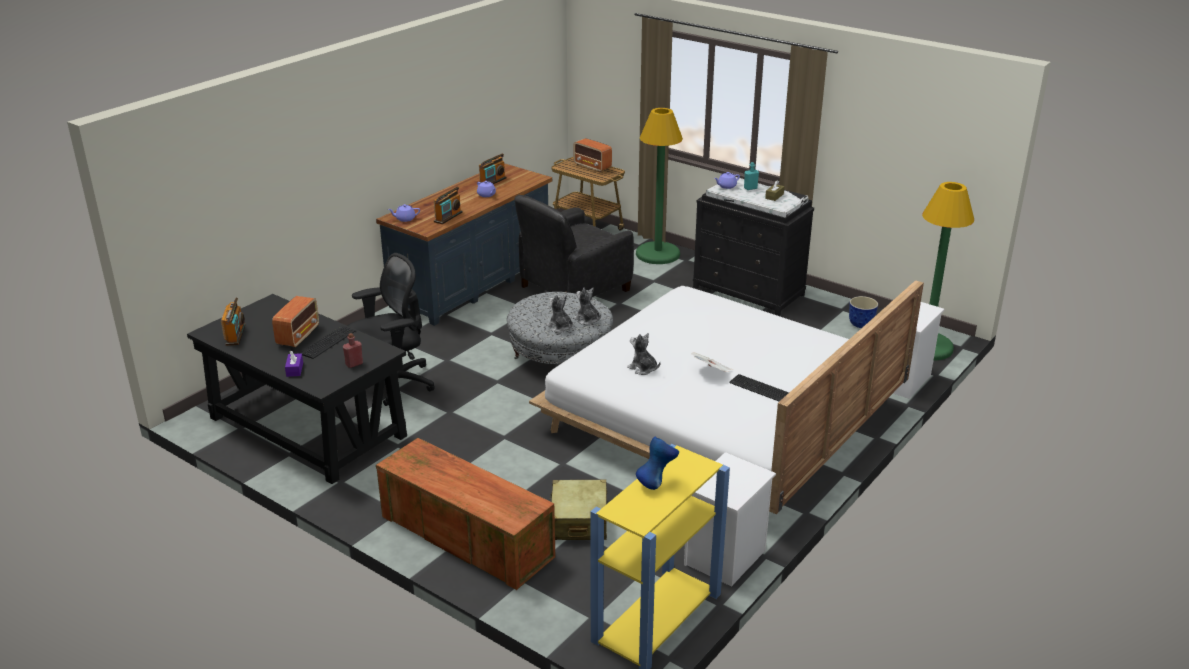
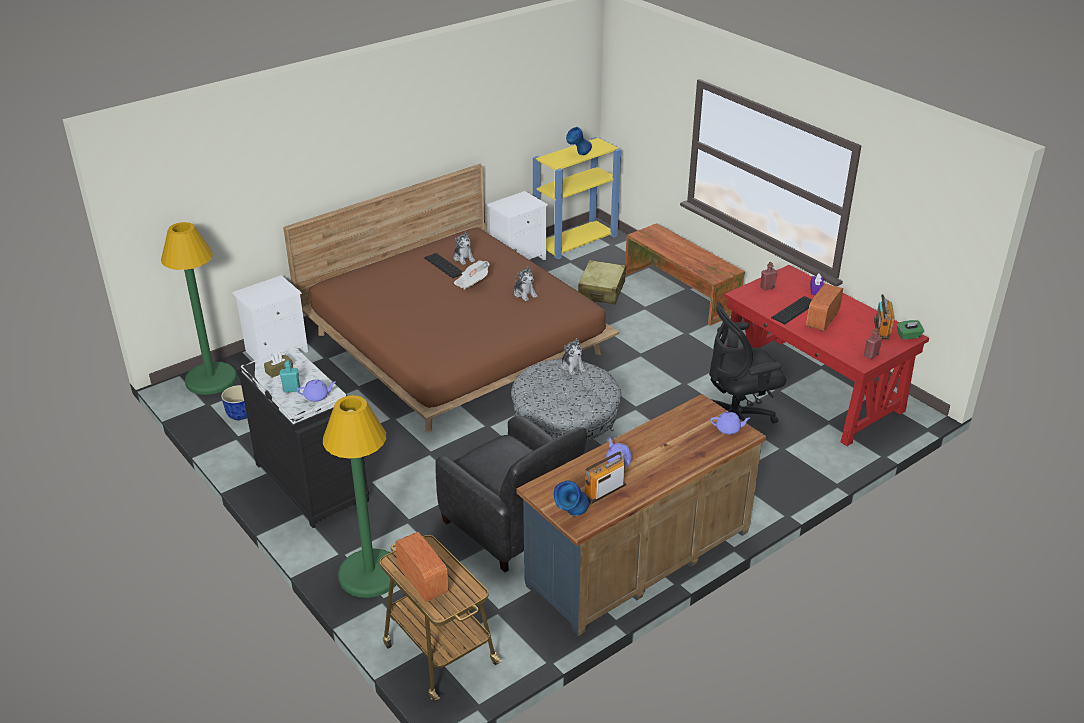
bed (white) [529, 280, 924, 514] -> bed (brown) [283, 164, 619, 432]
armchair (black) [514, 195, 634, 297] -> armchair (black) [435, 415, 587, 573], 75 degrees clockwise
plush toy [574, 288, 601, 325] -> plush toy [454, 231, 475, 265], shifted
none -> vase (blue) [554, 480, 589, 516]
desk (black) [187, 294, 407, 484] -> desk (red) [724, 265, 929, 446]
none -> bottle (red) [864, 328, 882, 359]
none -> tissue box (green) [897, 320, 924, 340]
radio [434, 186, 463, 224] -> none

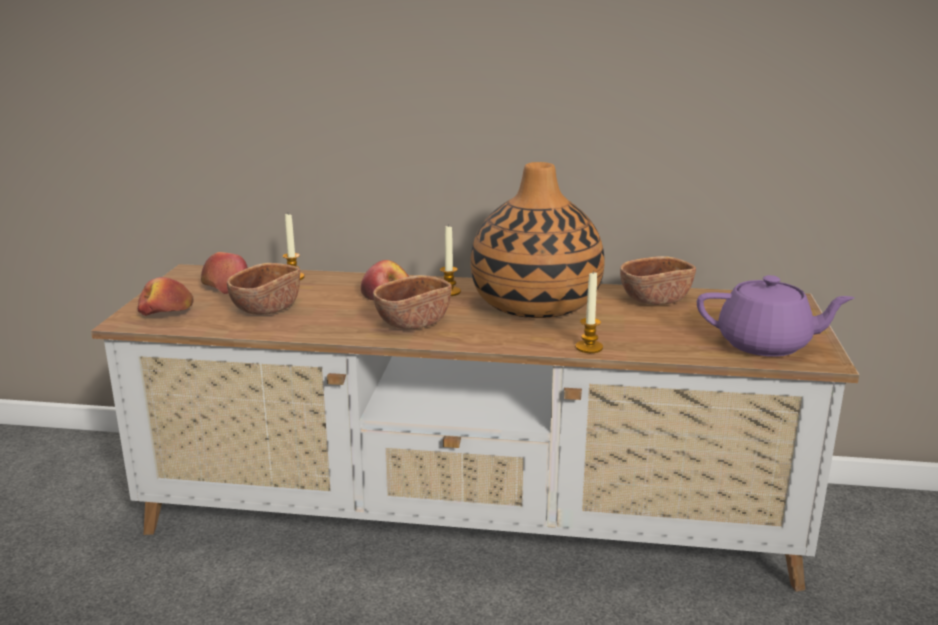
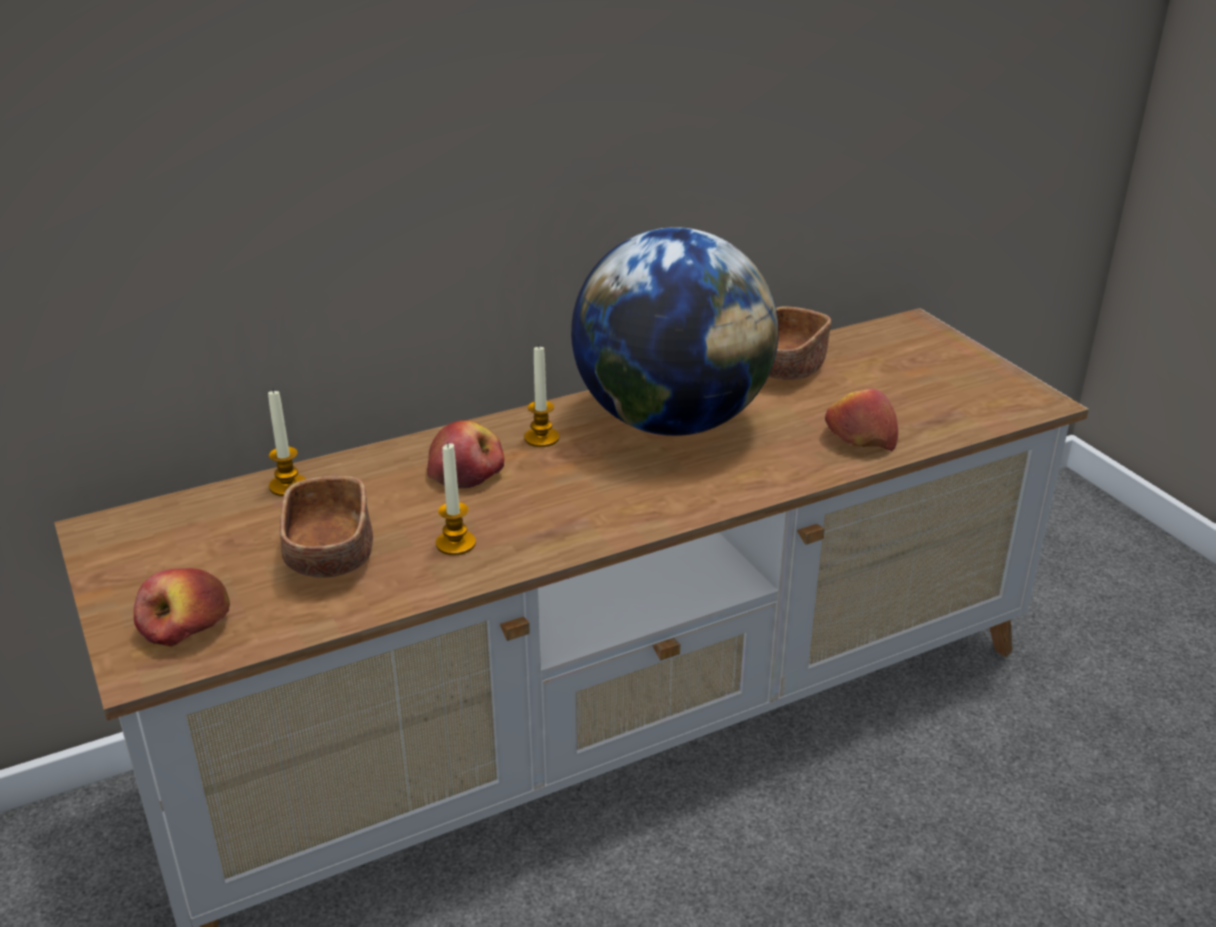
candle [575, 270, 603, 353] -> candle [436, 443, 476, 556], shifted
vase [471, 162, 605, 318] -> globe [571, 227, 779, 436]
apple [201, 252, 248, 294] -> apple [825, 389, 898, 451], shifted
bowl (brown) [373, 275, 452, 329] -> none
teapot (purple) [697, 275, 854, 357] -> none

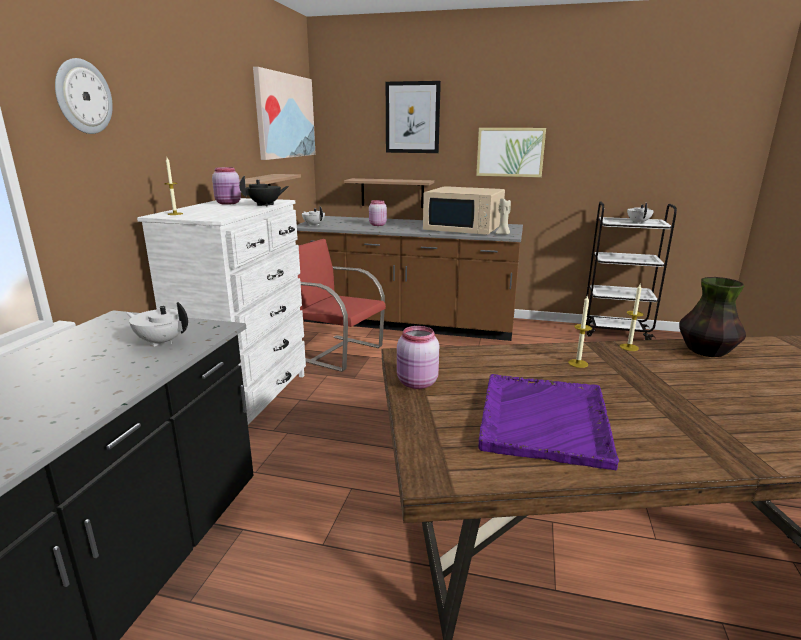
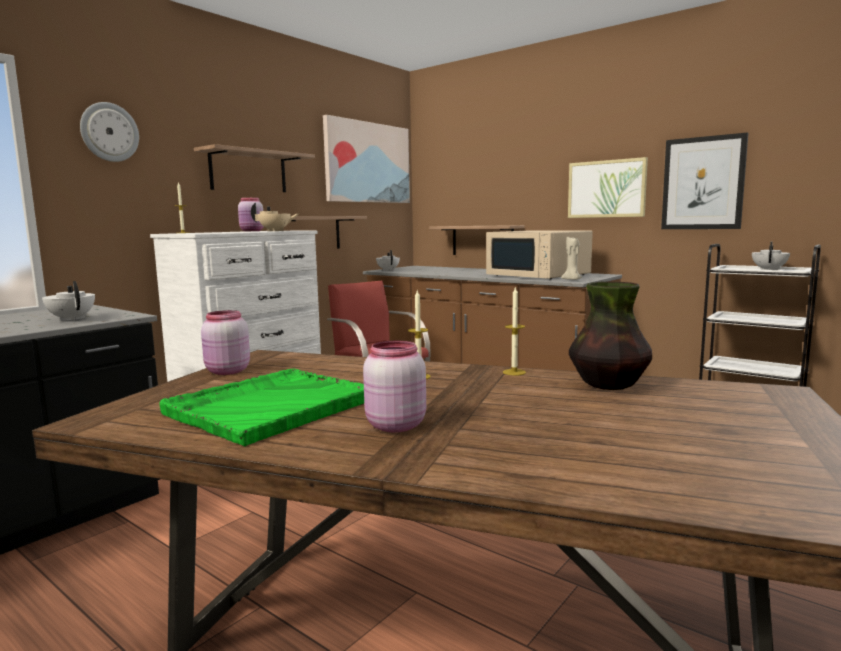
tray (purple) [478, 374, 619, 471] -> tray (green) [159, 369, 364, 446]
none -> shelf [194, 144, 315, 192]
teapot (black) [239, 176, 289, 206] -> teapot (beige) [251, 202, 299, 231]
jar (pink) [369, 200, 387, 226] -> jar (pink) [363, 341, 426, 432], shifted
picture [386, 81, 441, 153] -> picture [661, 132, 748, 229], shifted

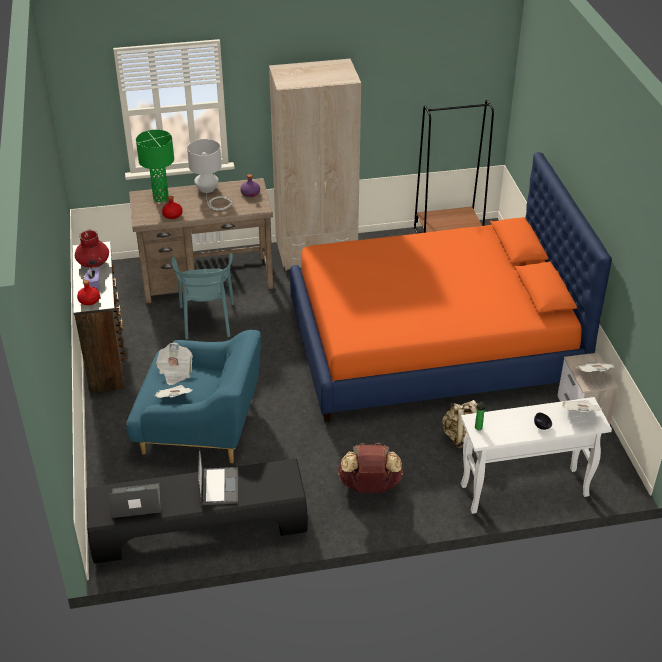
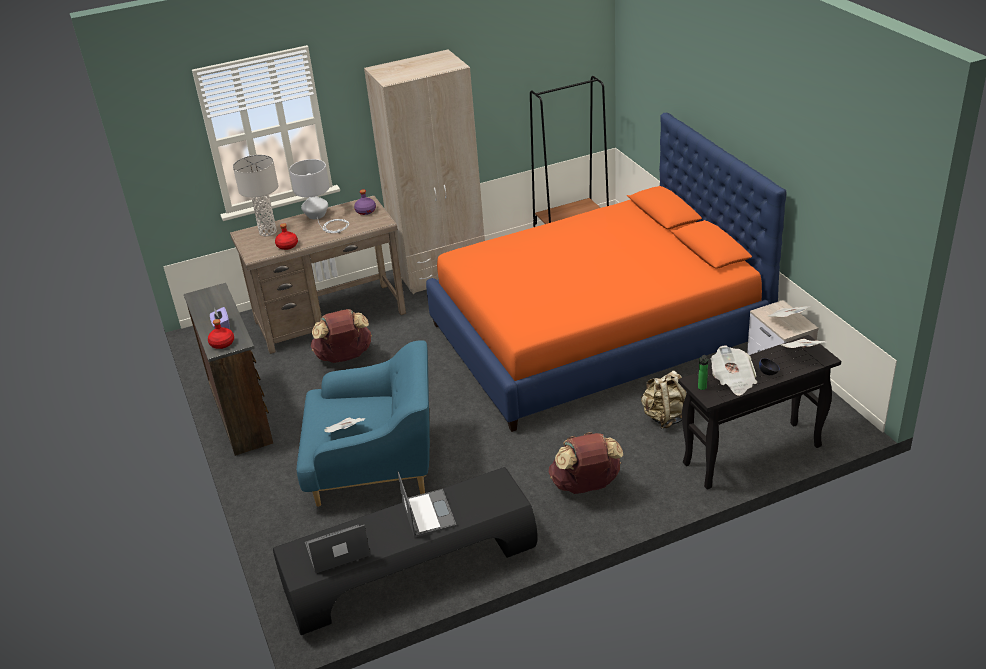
table lamp (green) [136, 130, 174, 202] -> table lamp (white) [233, 155, 278, 236]
chair (turquoise) [172, 253, 234, 340] -> backpack (brown) [311, 309, 372, 363]
console table (white) [461, 397, 612, 514] -> console table (black) [678, 335, 841, 490]
newspaper [156, 343, 193, 385] -> newspaper [711, 345, 758, 396], shifted
vase (red) [75, 229, 109, 268] -> none

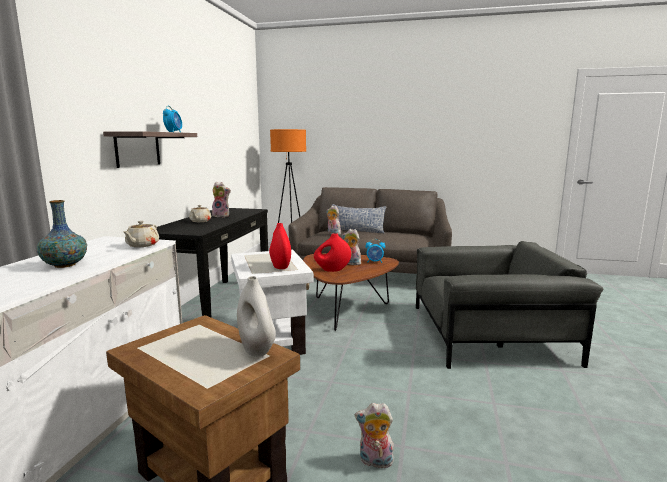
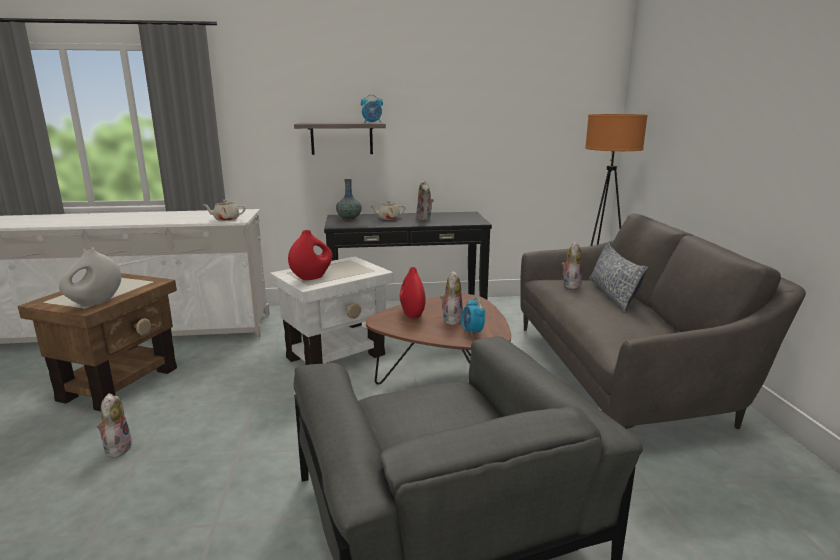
vase [37, 200, 87, 268] -> vase [336, 179, 362, 220], shifted

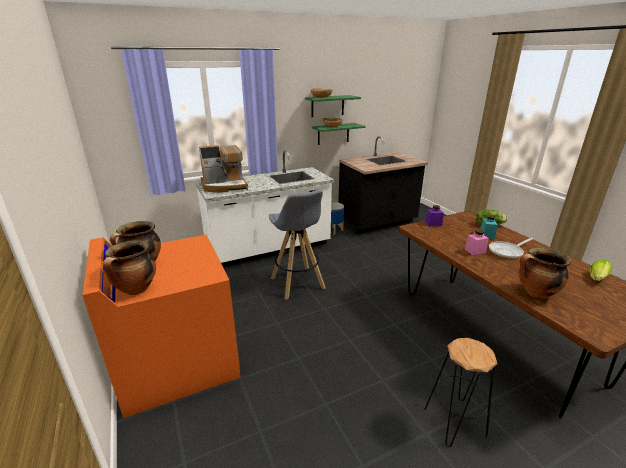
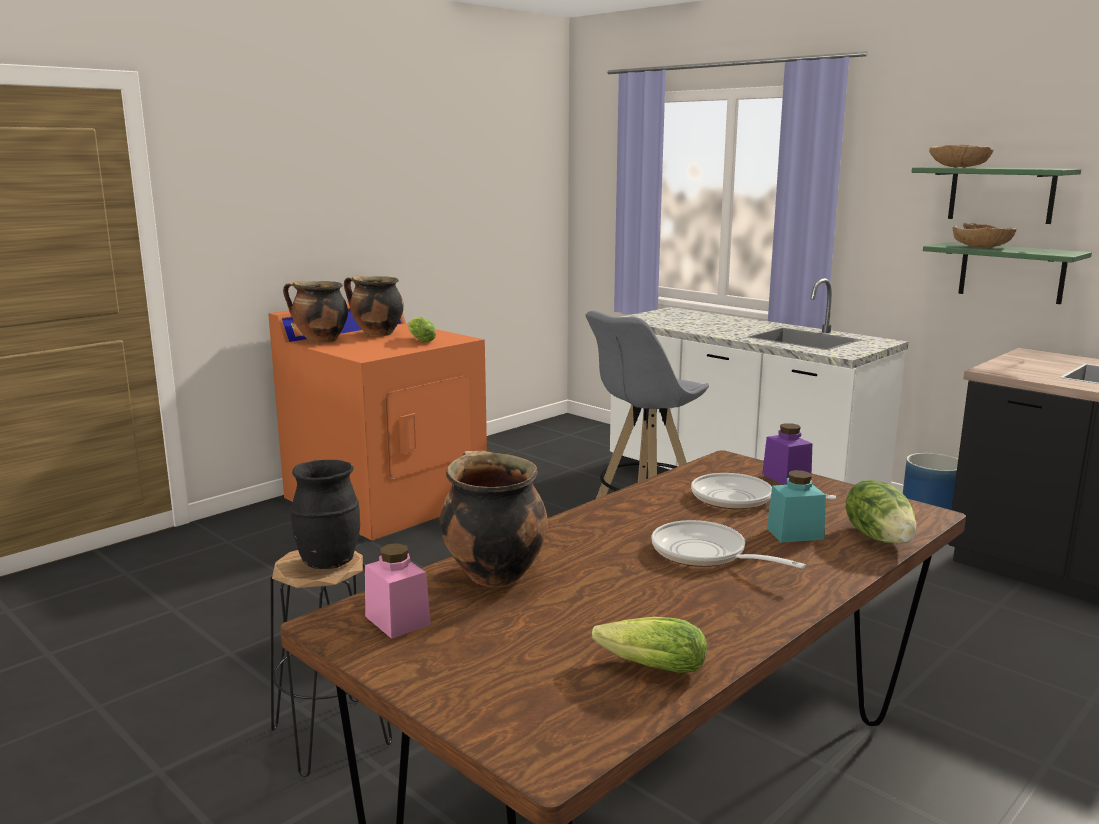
none -> vase (black) [290, 460, 360, 569]
jar (pink) [465, 230, 489, 255] -> jar (pink) [365, 543, 431, 639], shifted
none -> lettuce [408, 317, 436, 342]
none -> frying pan [691, 473, 836, 509]
coffee machine [199, 145, 248, 193] -> none

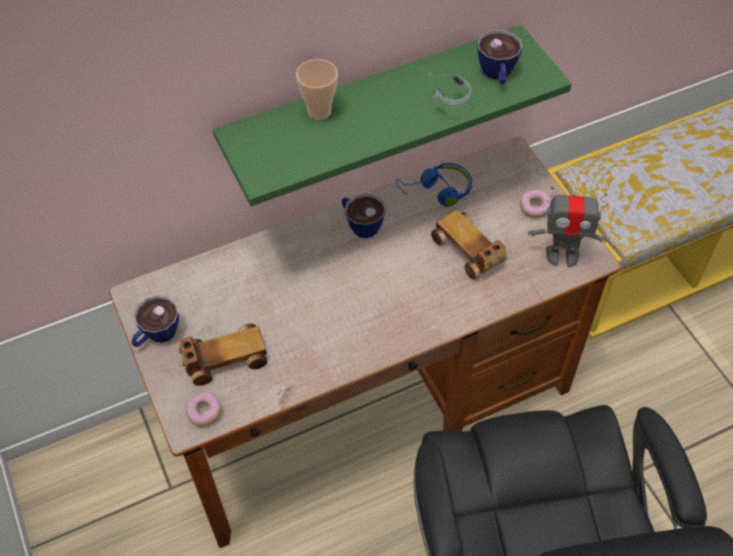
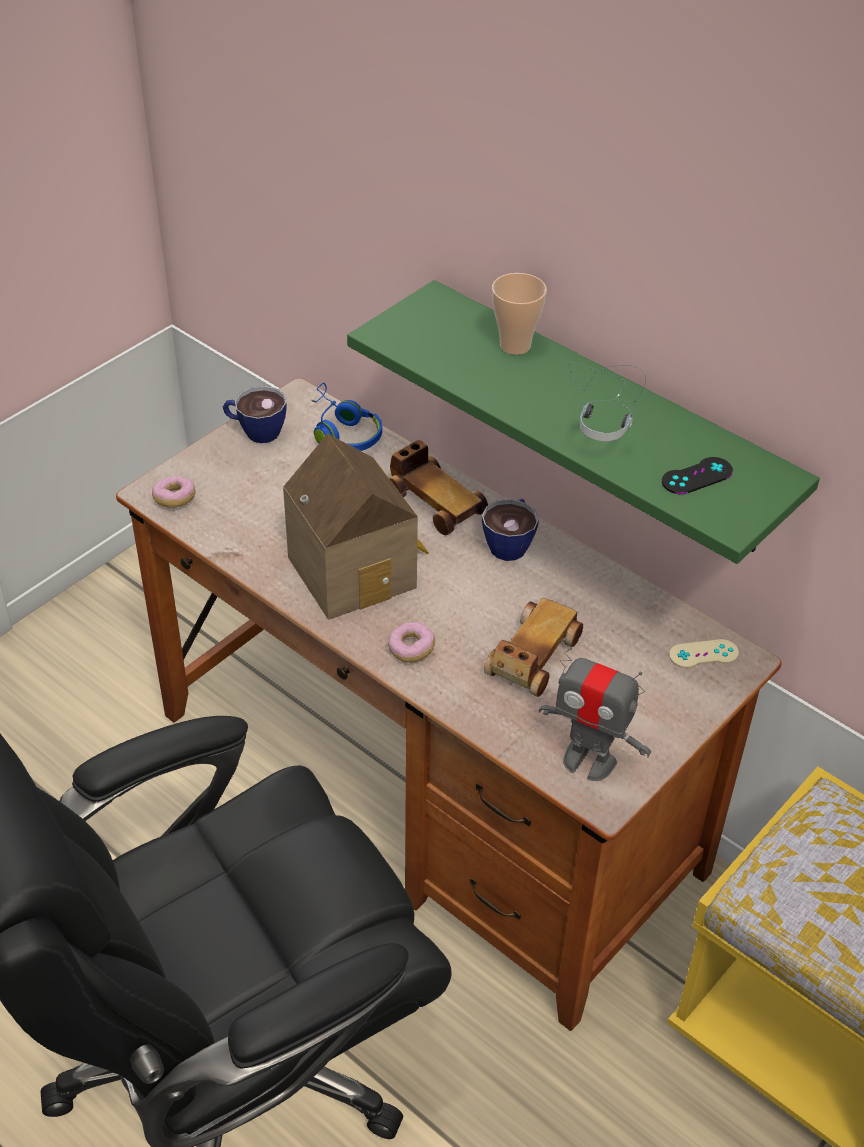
none -> toy house [283, 434, 429, 620]
headphones (blue) [396, 163, 472, 207] -> headphones (blue) [311, 383, 382, 451], shifted
donut [520, 189, 551, 218] -> donut [388, 622, 435, 663], shifted
toy car [179, 324, 267, 386] -> toy car [389, 440, 488, 535], shifted
toy robot [528, 187, 607, 268] -> toy robot [539, 638, 651, 781], 45 degrees counterclockwise
cup [477, 30, 523, 84] -> game controller (black) [662, 457, 733, 494]
none -> game controller (beige) [669, 639, 739, 668]

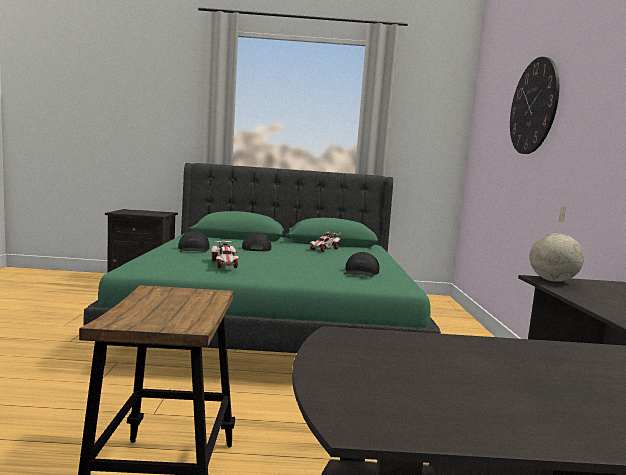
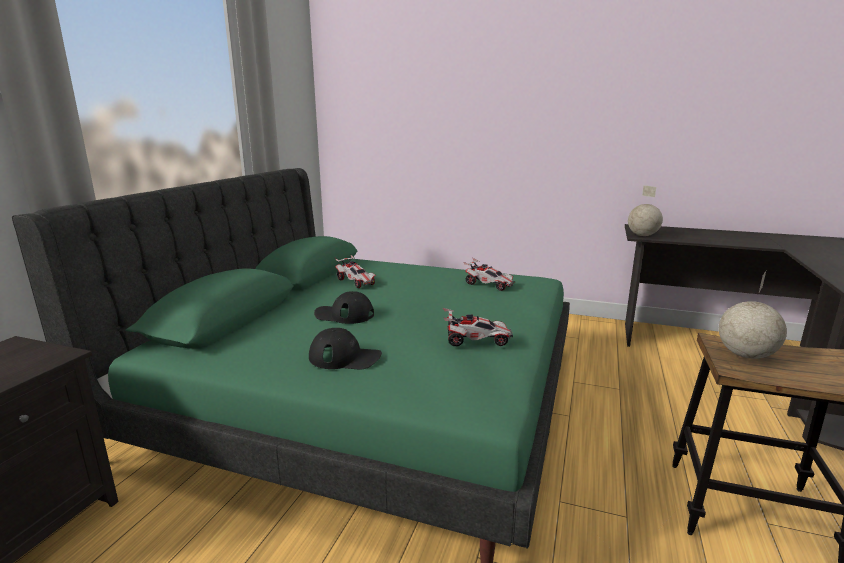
cap (black) [344, 252, 380, 277] -> toy car [463, 258, 515, 291]
none -> globe [719, 271, 787, 359]
wall clock [510, 57, 559, 154] -> none

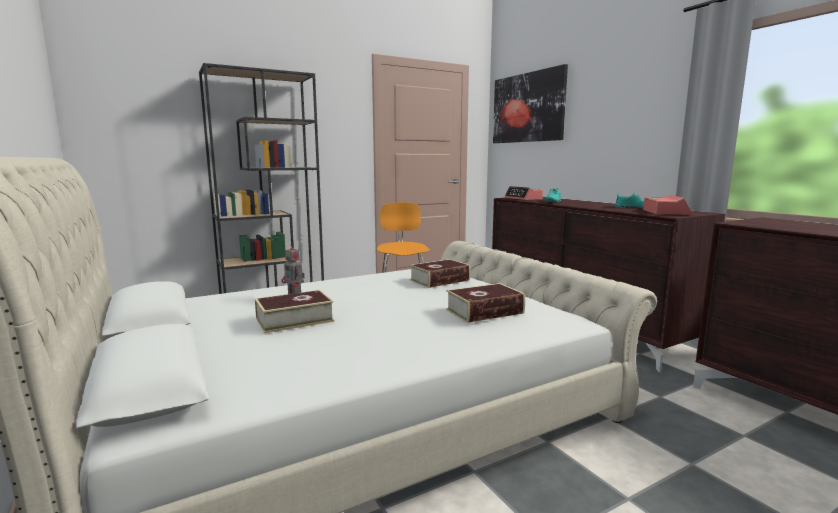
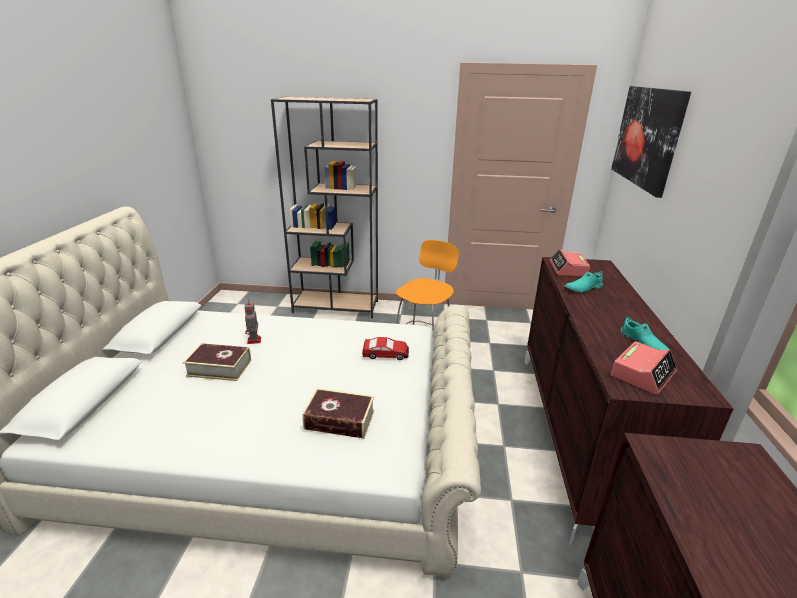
book [410, 259, 471, 288] -> toy car [362, 337, 409, 360]

